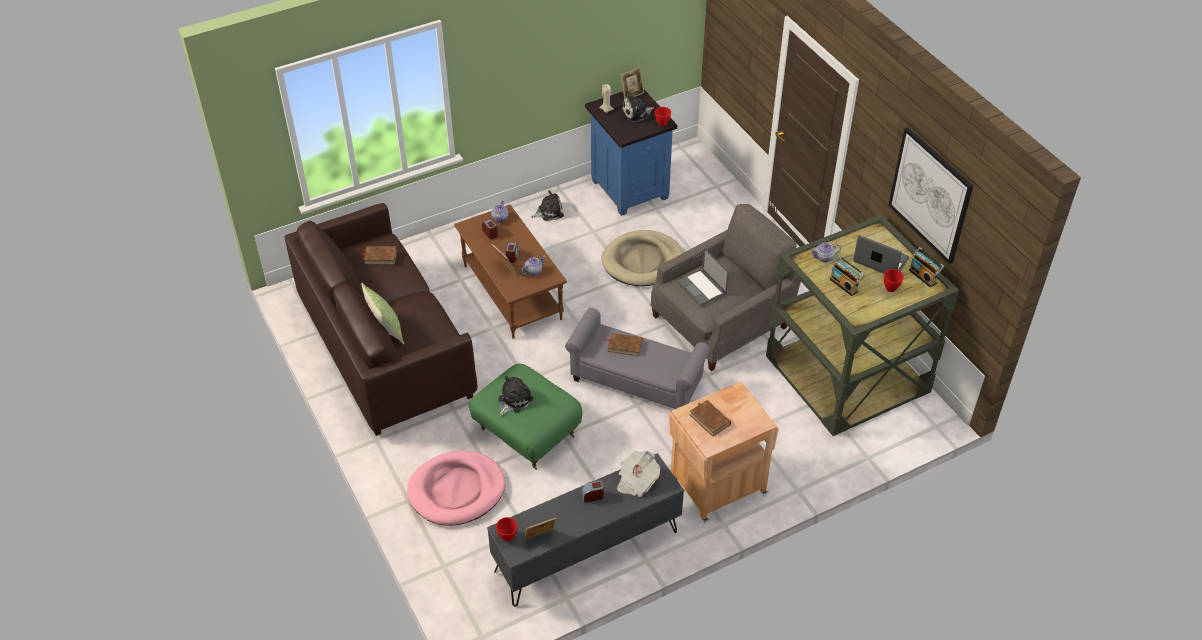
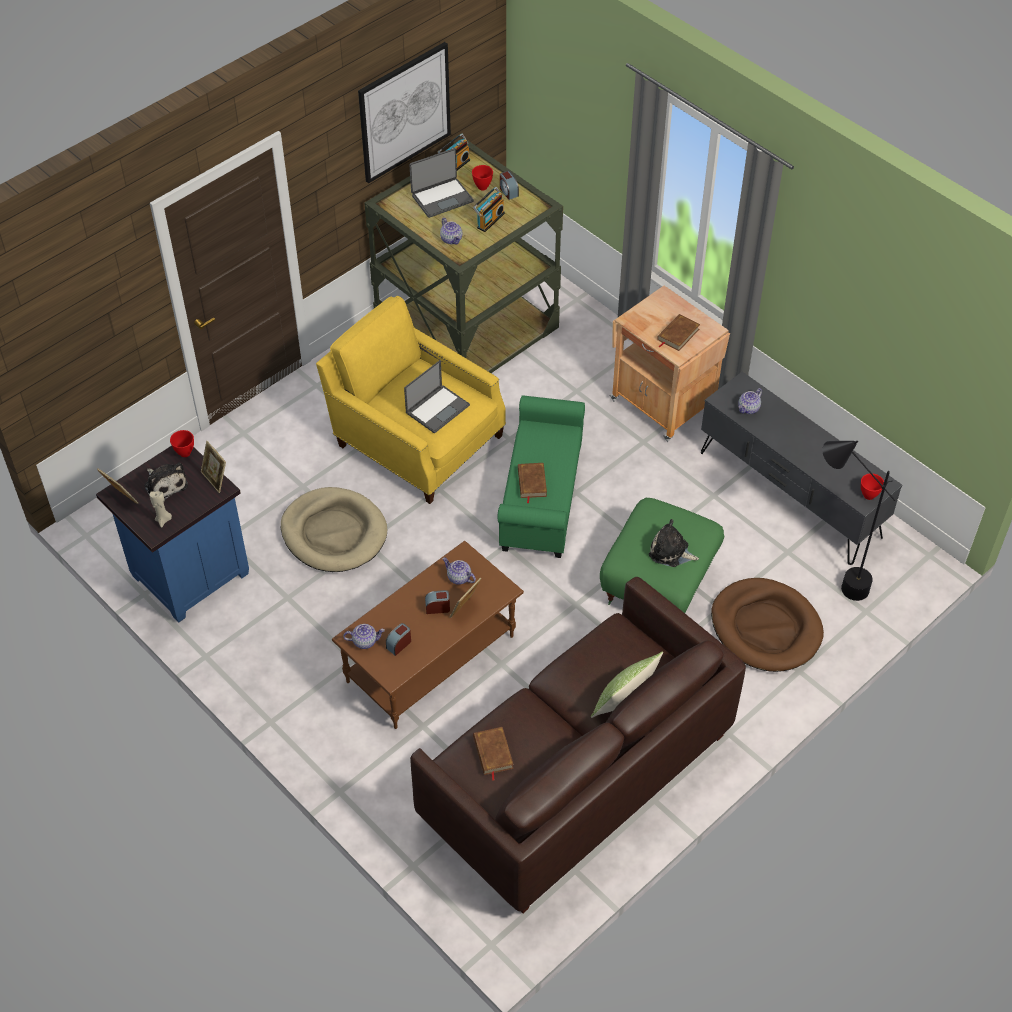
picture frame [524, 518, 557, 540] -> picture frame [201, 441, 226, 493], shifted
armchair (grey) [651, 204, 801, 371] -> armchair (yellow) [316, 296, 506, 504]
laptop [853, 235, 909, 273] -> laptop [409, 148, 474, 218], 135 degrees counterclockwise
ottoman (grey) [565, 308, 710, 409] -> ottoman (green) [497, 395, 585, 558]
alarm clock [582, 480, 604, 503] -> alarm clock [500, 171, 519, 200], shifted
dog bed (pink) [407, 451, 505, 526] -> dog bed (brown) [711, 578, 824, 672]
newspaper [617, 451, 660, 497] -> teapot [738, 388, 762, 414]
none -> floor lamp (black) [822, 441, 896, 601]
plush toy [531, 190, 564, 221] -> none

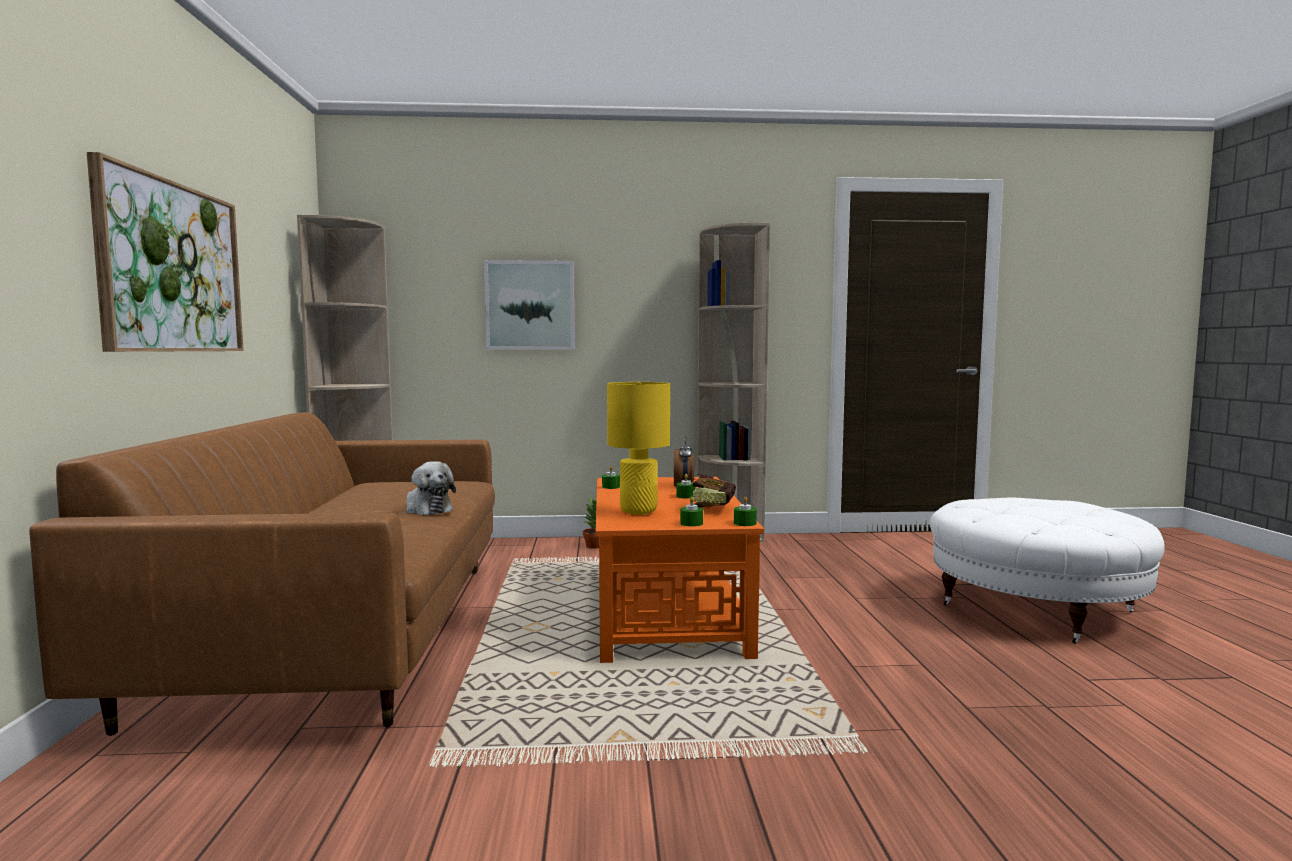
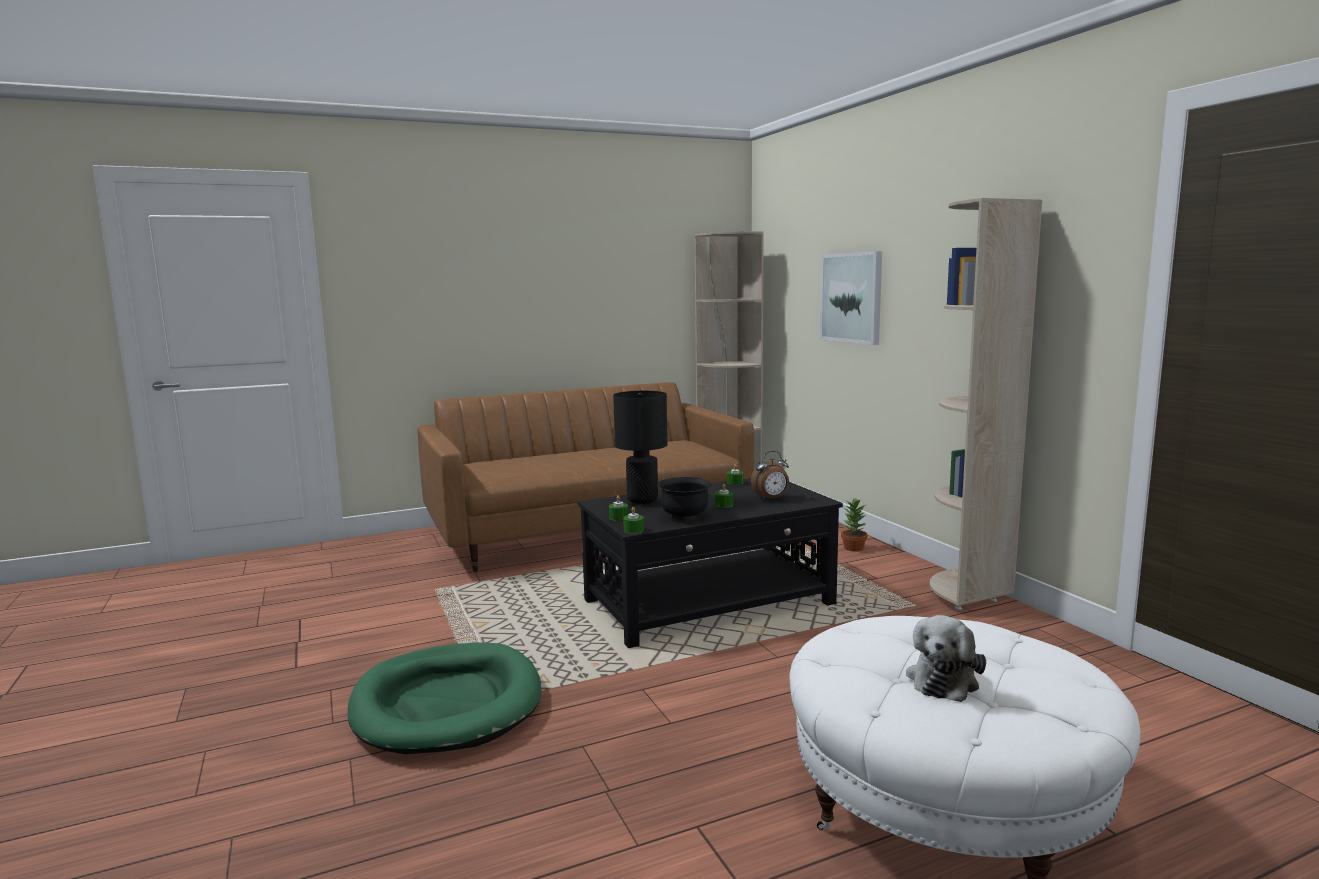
none -> dog bed (green) [348, 643, 542, 754]
coffee table (orange) [596, 477, 764, 663] -> coffee table (black) [577, 478, 843, 648]
table lamp (yellow) [607, 381, 670, 515] -> table lamp (black) [613, 391, 668, 504]
book [693, 474, 736, 509] -> bowl (black) [657, 477, 712, 521]
plush toy [406, 461, 456, 515] -> plush toy [906, 615, 986, 702], shifted
picture [87, 152, 244, 352] -> none

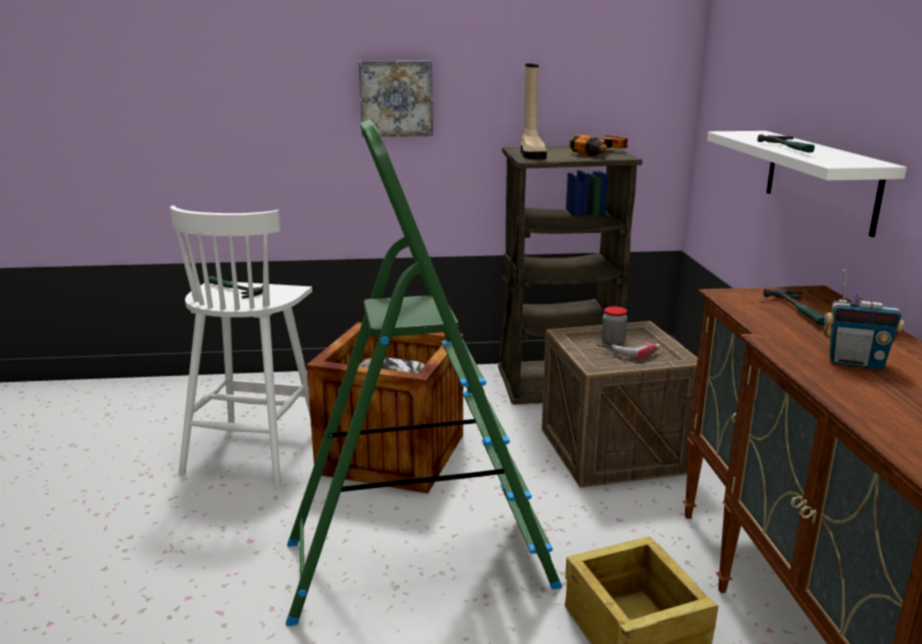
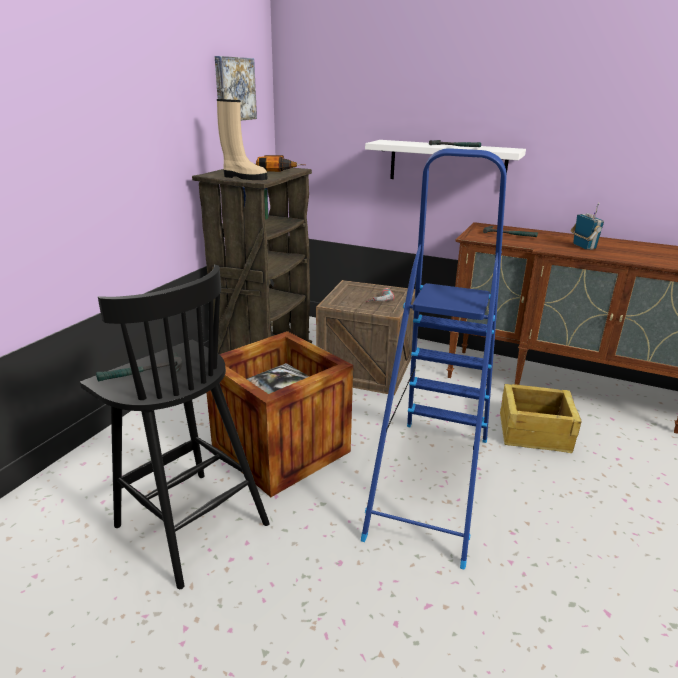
stool (white) [170, 205, 312, 487] -> stool (black) [80, 265, 270, 589]
picture [359, 61, 433, 137] -> picture [215, 56, 257, 121], shifted
step ladder (green) [286, 119, 562, 626] -> step ladder (blue) [361, 148, 507, 569]
radio [824, 270, 904, 370] -> radio [571, 203, 604, 250], 60 degrees counterclockwise
jar [601, 306, 627, 345] -> none

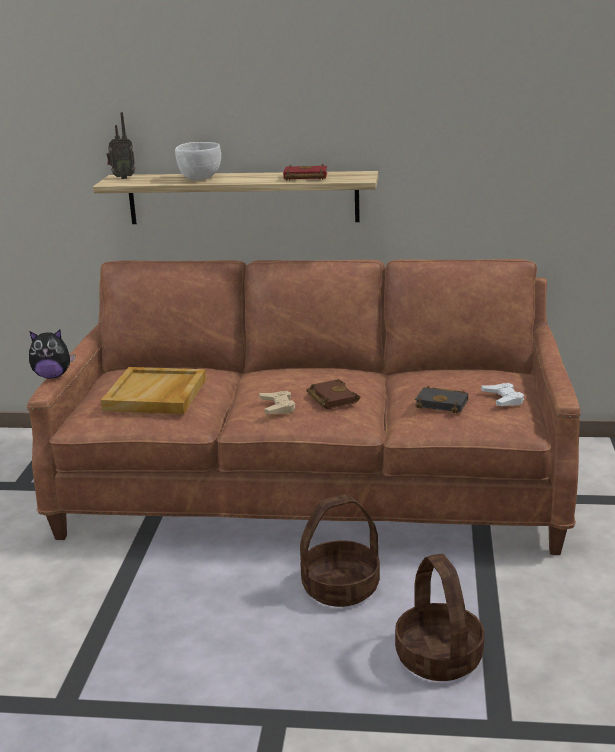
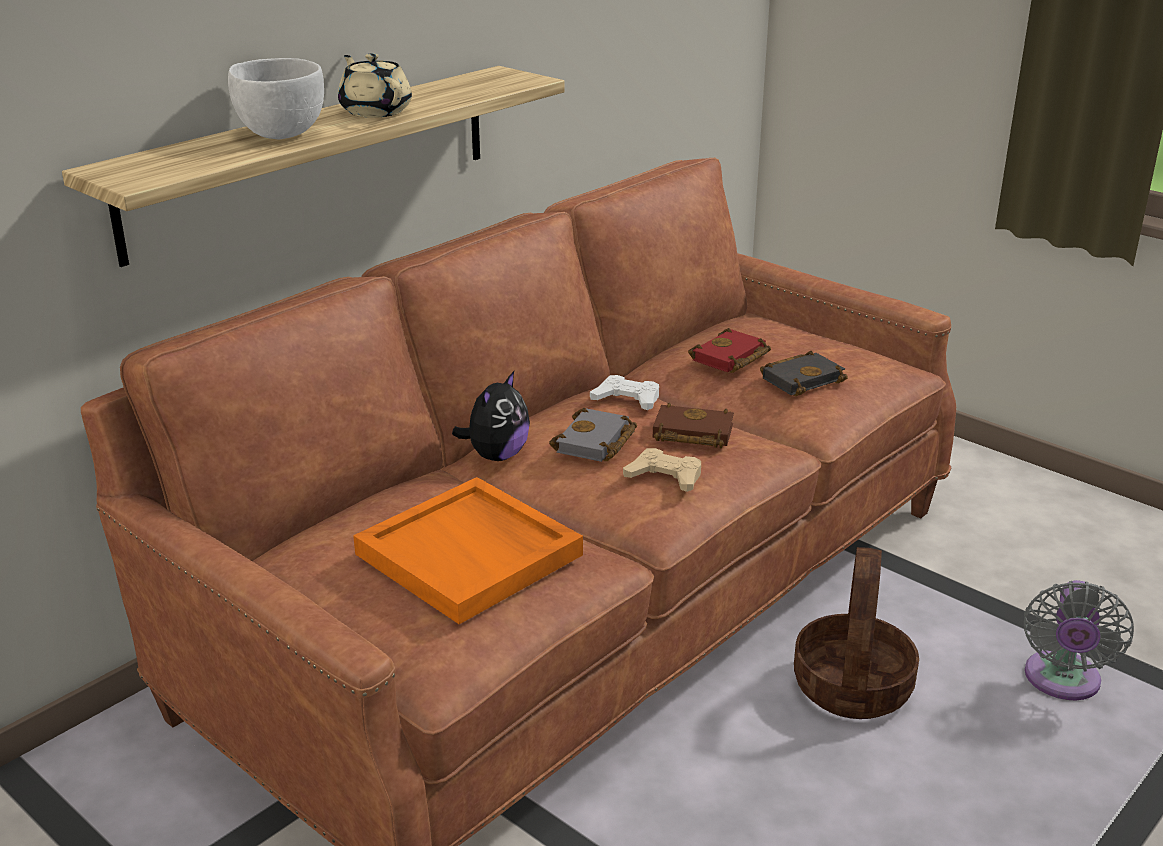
none -> teapot (beige) [338, 53, 412, 118]
tray (beige) [101, 367, 206, 414] -> tray (orange) [353, 477, 583, 624]
plush toy [29, 330, 75, 379] -> plush toy [452, 371, 530, 461], shifted
none -> book (grey) [549, 408, 637, 462]
game controller (white) [481, 383, 524, 406] -> game controller (white) [590, 375, 659, 410], shifted
book (red) [283, 164, 327, 181] -> book (red) [688, 328, 771, 373], shifted
basket [395, 554, 485, 681] -> fan (grey) [1024, 580, 1134, 700]
radio [106, 112, 135, 179] -> none

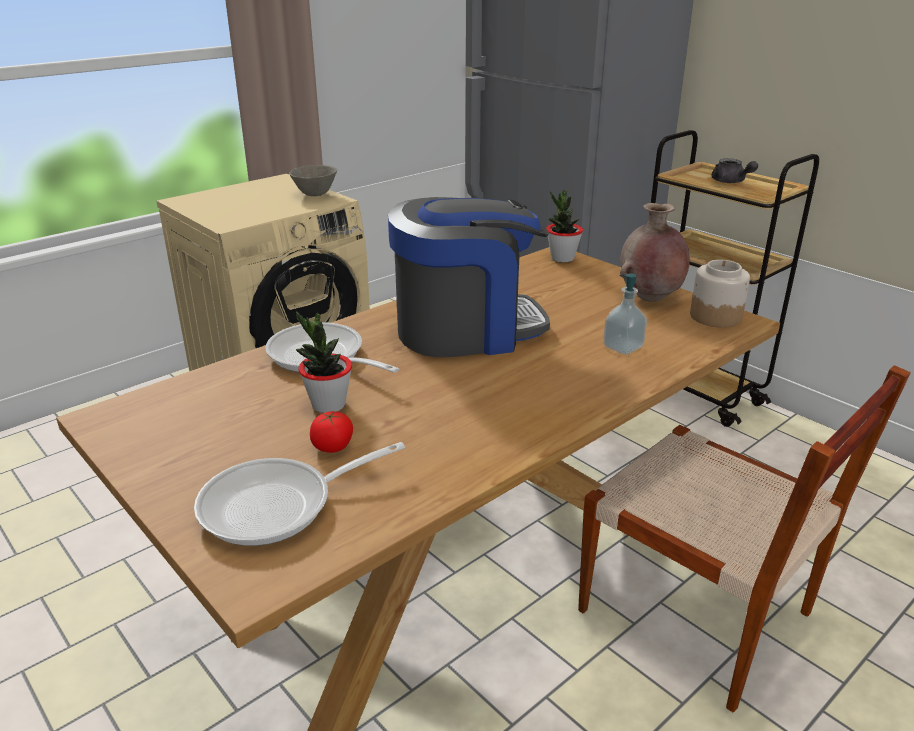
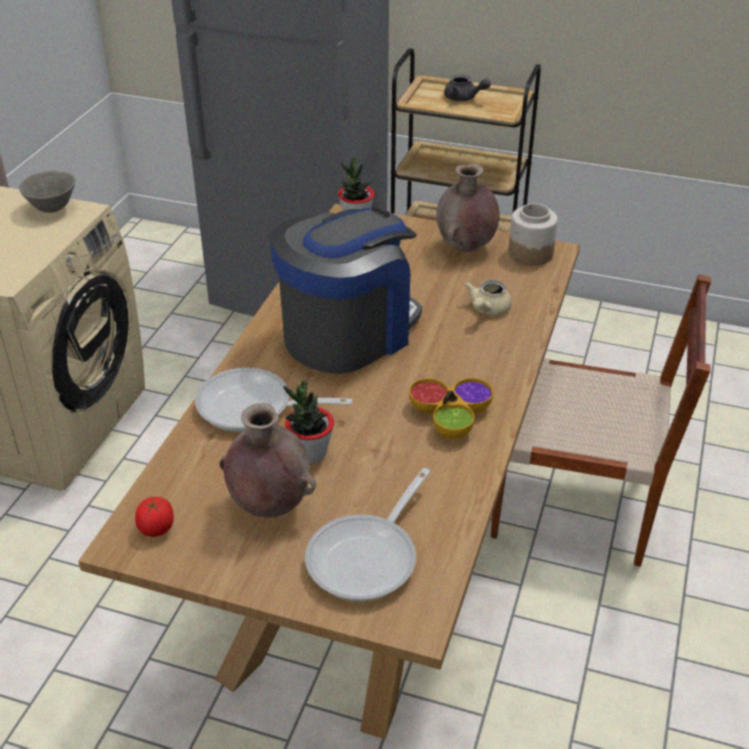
tomato [310, 411, 353, 453] -> tomato [135, 497, 174, 537], shifted
none -> vase (brown) [219, 403, 316, 518]
none -> bowl [409, 378, 493, 439]
soap dispenser [603, 273, 647, 355] -> teapot (beige) [464, 280, 512, 316]

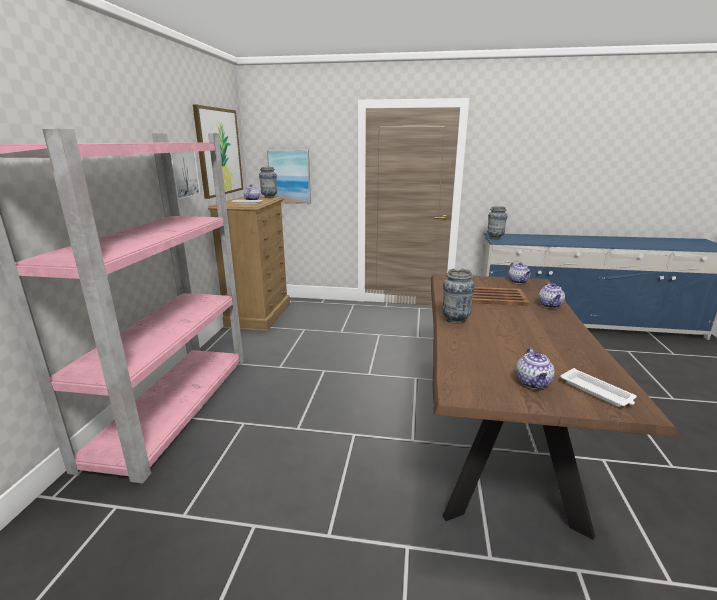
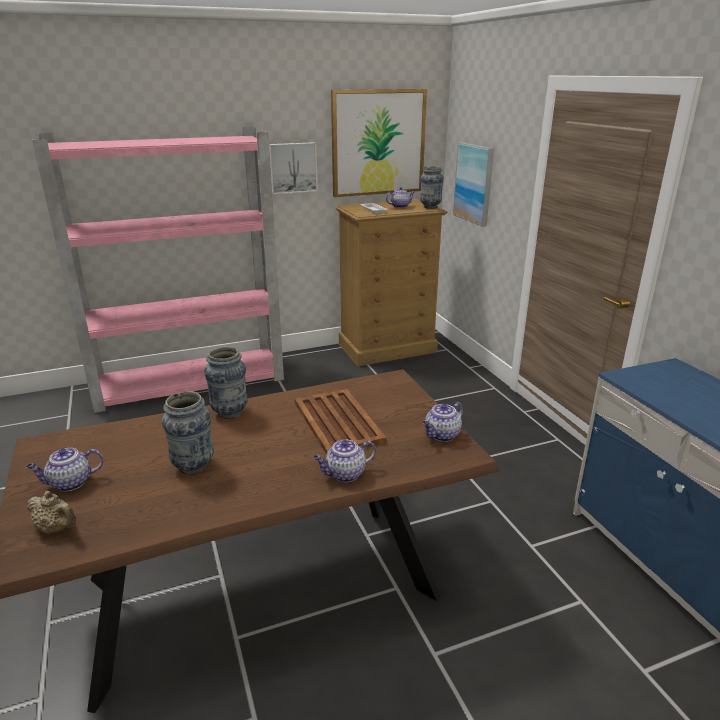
tray (white) [560, 368, 637, 407] -> teapot (beige) [26, 491, 76, 533]
vase [487, 206, 507, 239] -> vase [162, 391, 214, 475], shifted

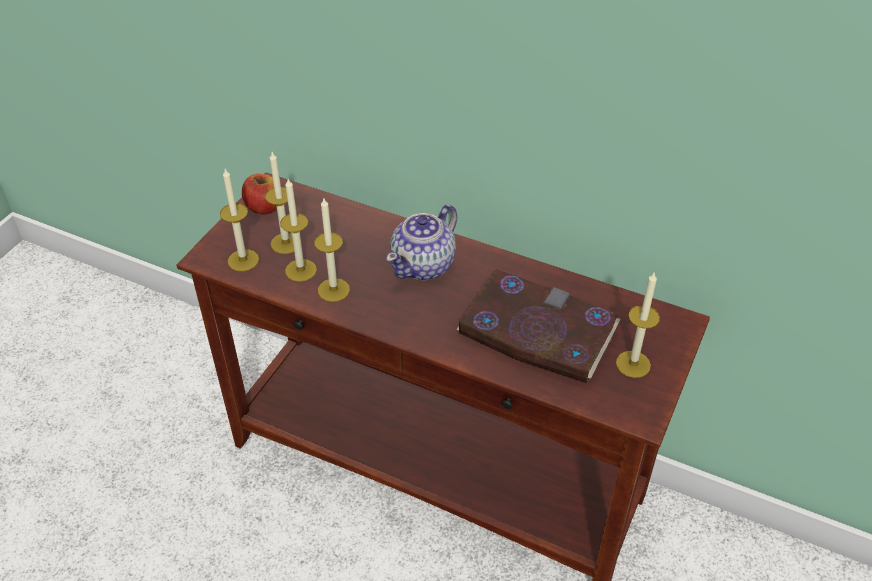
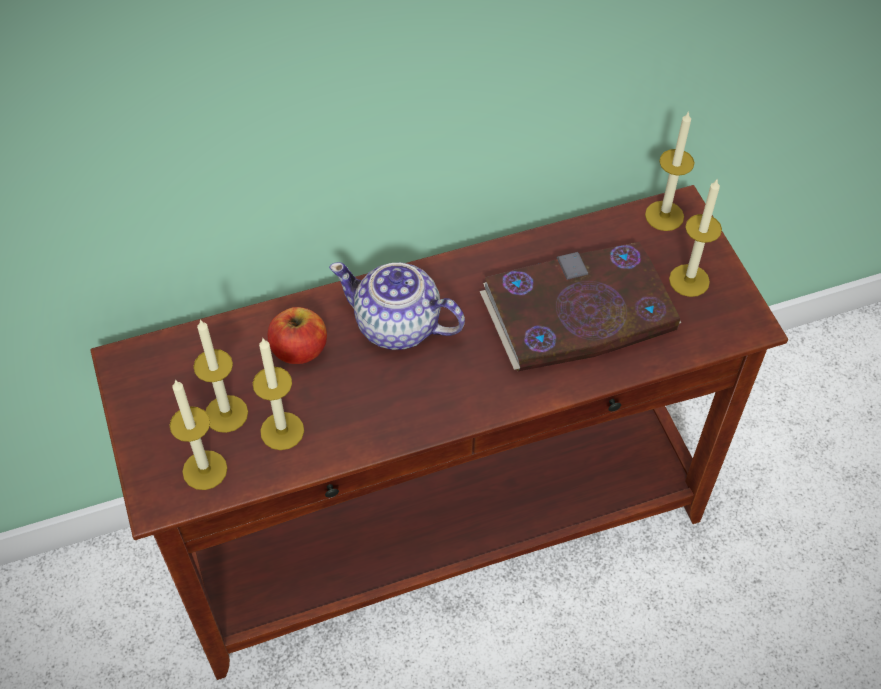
apple [242, 174, 277, 215] -> apple [267, 307, 327, 364], shifted
teapot [386, 204, 457, 280] -> teapot [329, 262, 465, 350], 120 degrees clockwise
candle [314, 199, 350, 302] -> candle [645, 111, 695, 231], shifted

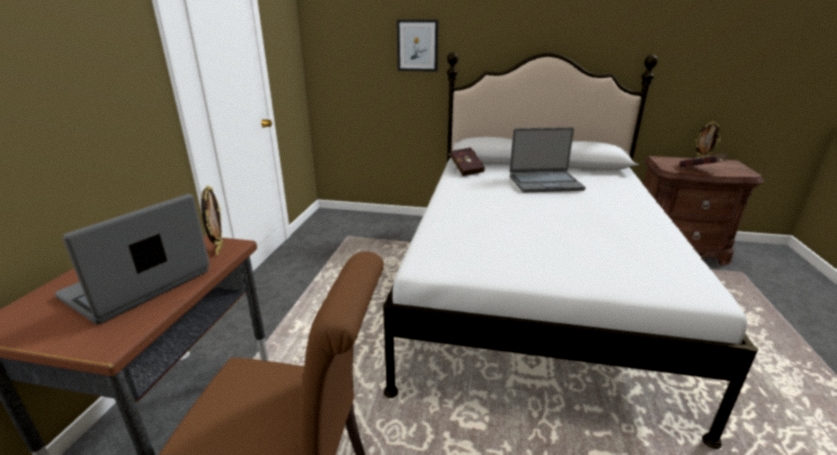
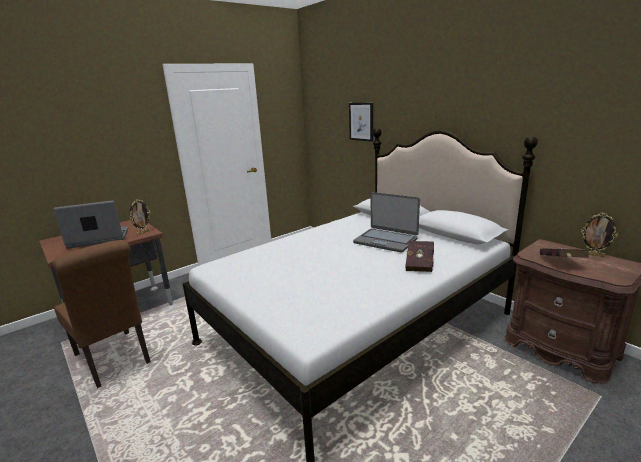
book (red) [450, 148, 485, 176] -> book (red) [405, 241, 434, 272], shifted

